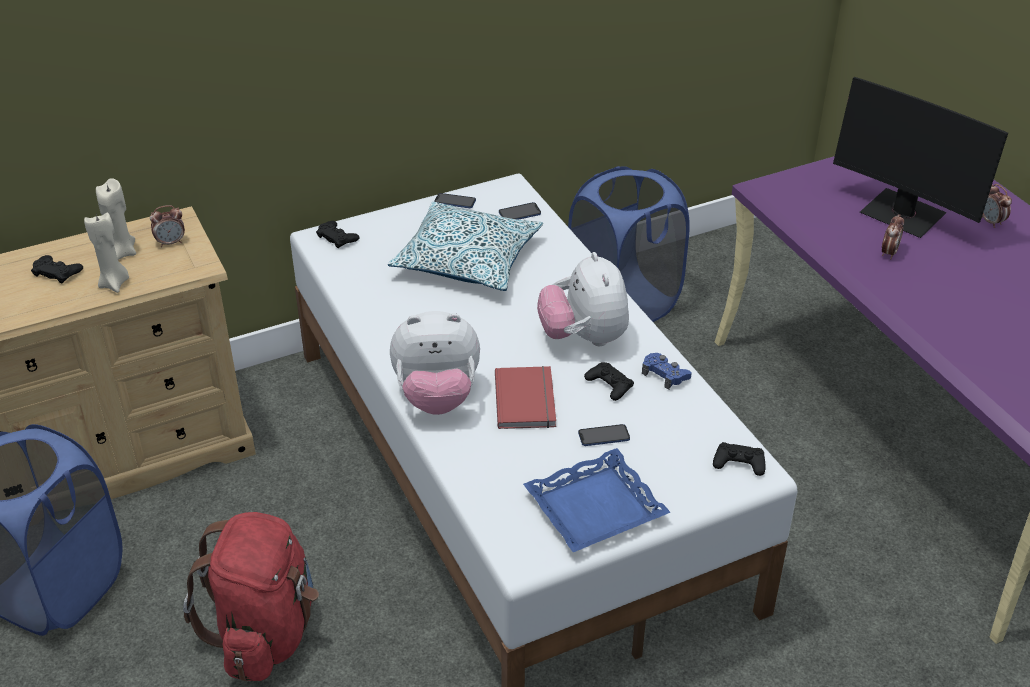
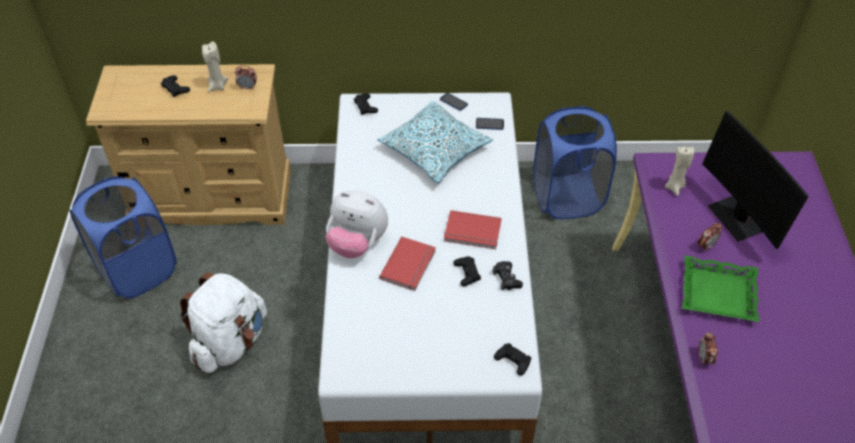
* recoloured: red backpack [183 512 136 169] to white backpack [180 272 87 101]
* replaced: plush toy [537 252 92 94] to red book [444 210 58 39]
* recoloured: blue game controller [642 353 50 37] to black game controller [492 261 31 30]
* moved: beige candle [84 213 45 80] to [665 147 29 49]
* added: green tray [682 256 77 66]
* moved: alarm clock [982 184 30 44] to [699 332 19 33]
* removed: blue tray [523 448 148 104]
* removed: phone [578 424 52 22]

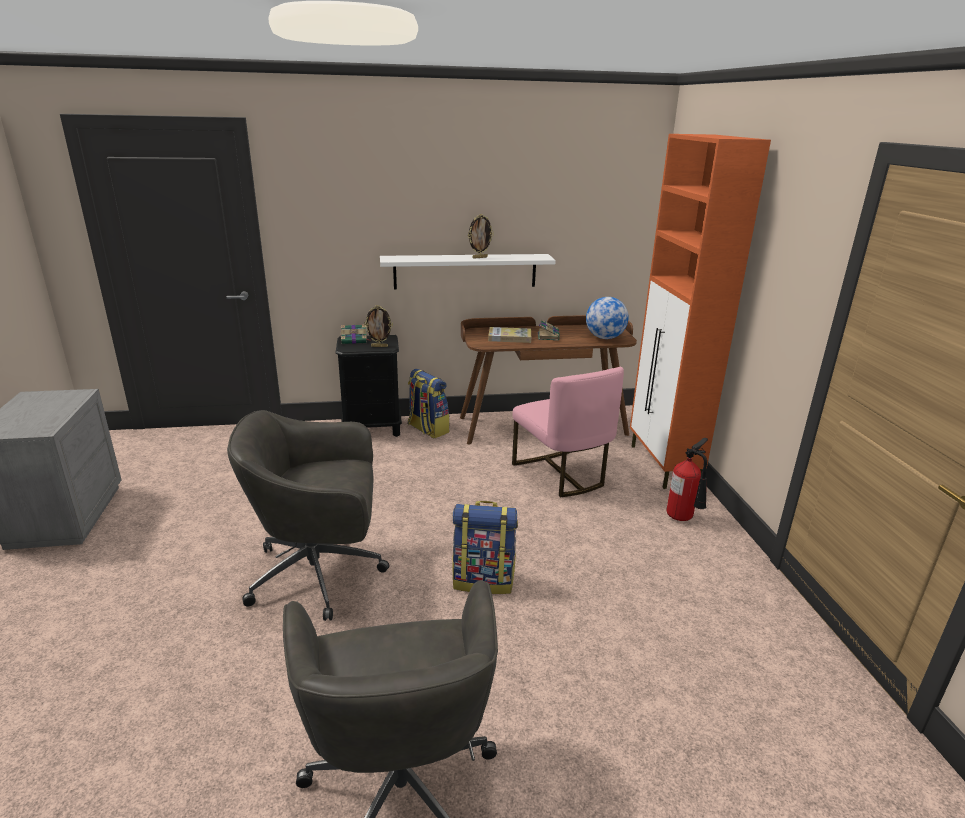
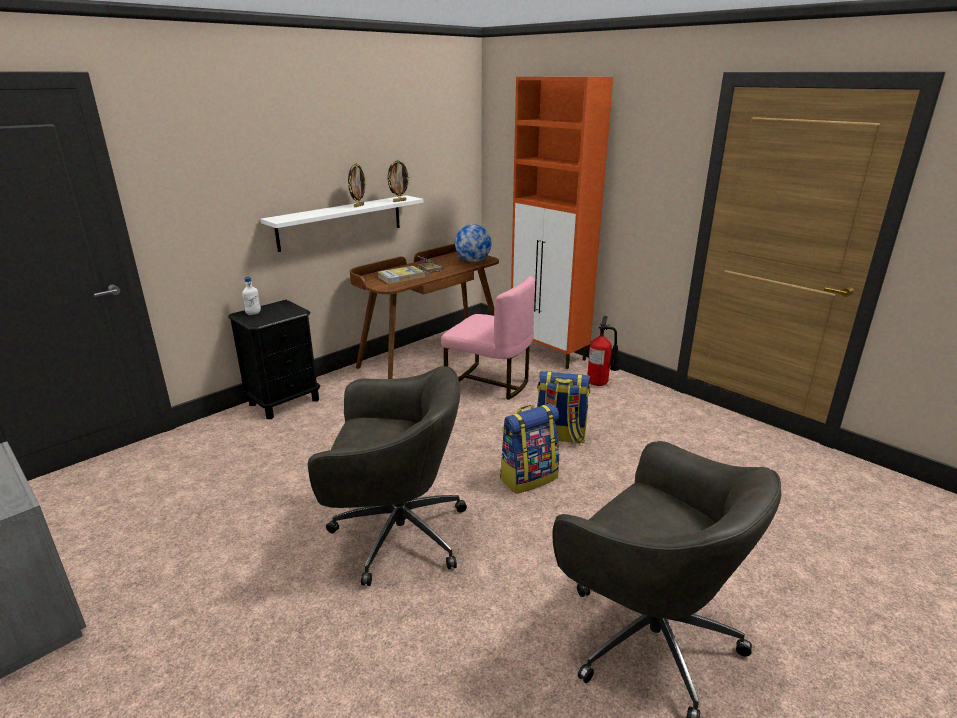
* replaced: book [341 324 31 20] to white bottle [242 277 19 38]
* turned: grey office chair [227 410 163 211] = [308 366 159 220] 135 degrees counterclockwise
* moved: picture frame [364 305 29 42] to [387 159 23 43]
* moved: backpack [408 369 41 70] to [537 371 53 73]

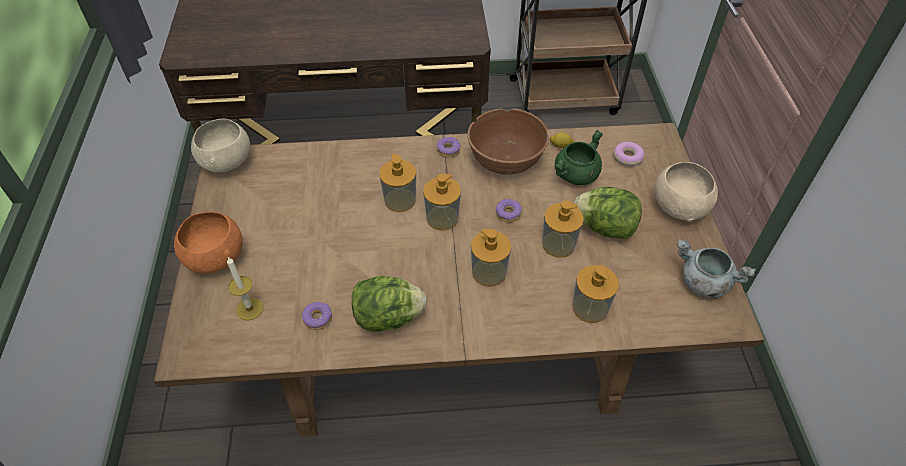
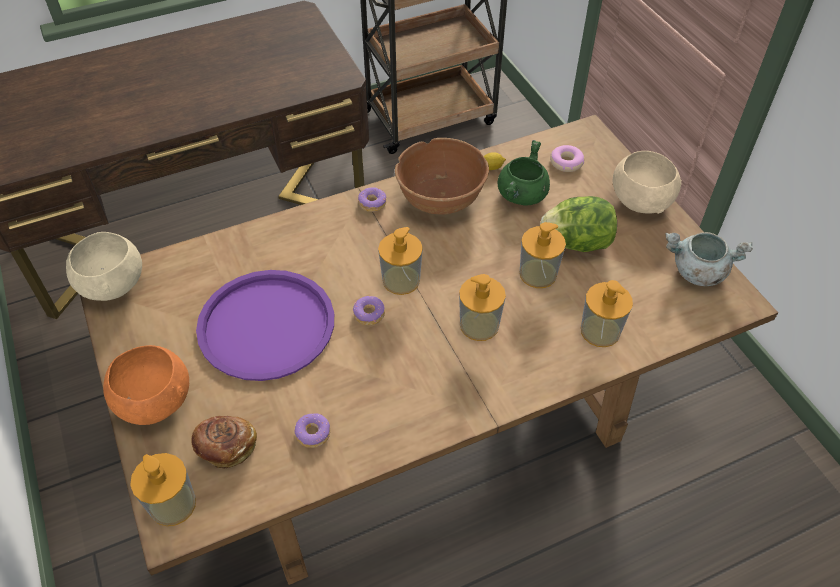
* moved: soap dispenser [379 153 37 59] to [130 453 66 73]
* replaced: candle [227 257 36 63] to bread [192 416 65 53]
* added: purple tray [196 270 138 111]
* moved: donut [496 199 26 24] to [353 296 32 29]
* removed: lettuce [352 276 75 56]

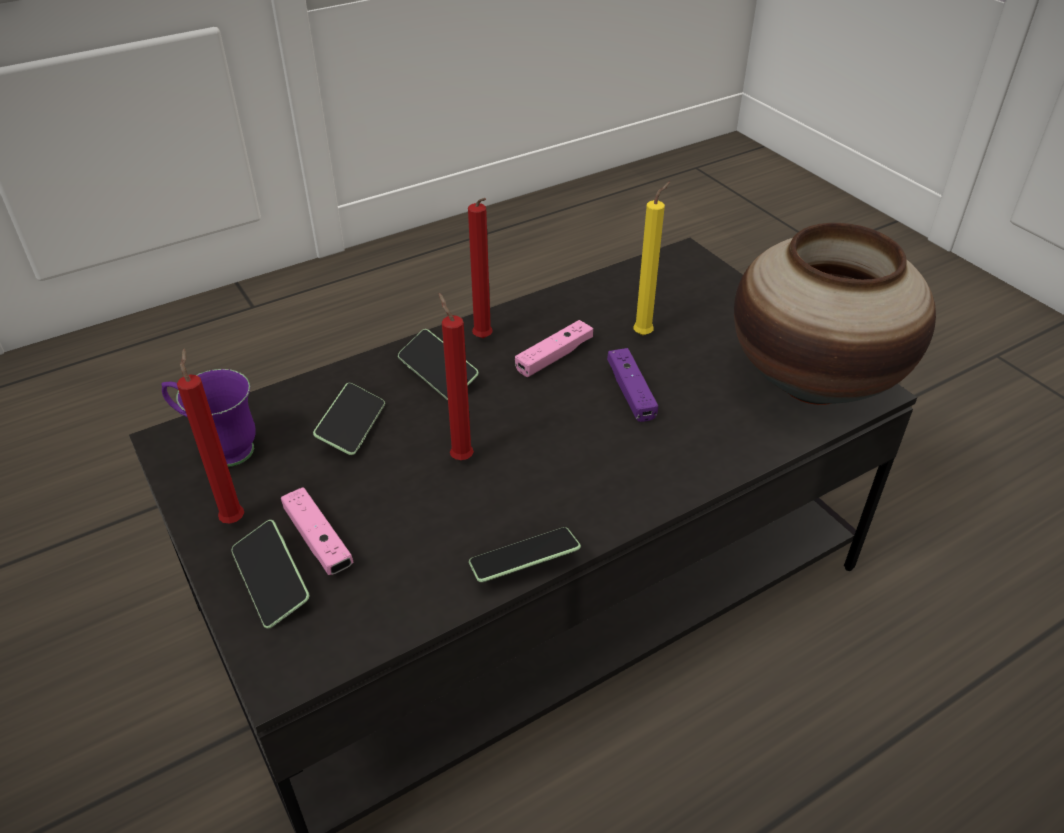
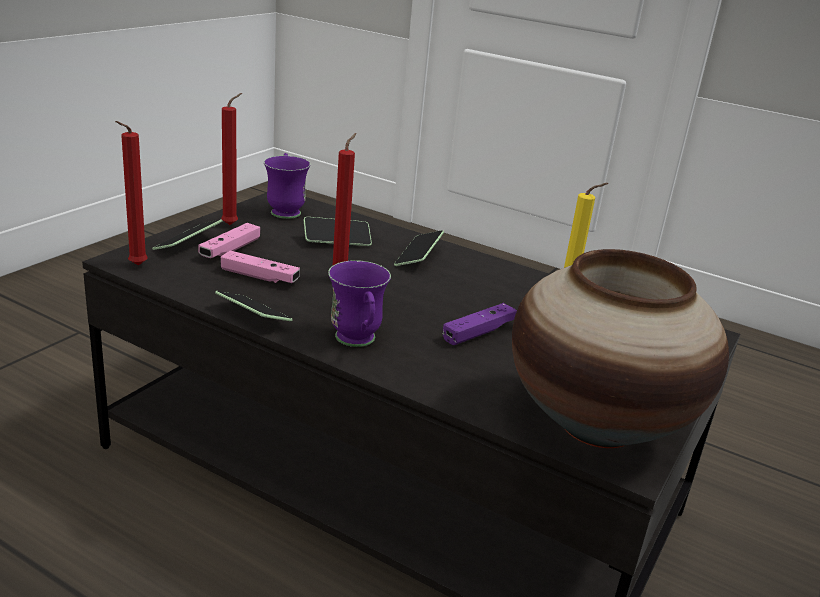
* moved: red candle [468 198 25 140] to [115 121 33 145]
* moved: pink game controller [515 320 78 57] to [221 251 79 32]
* added: purple mug [328 260 63 87]

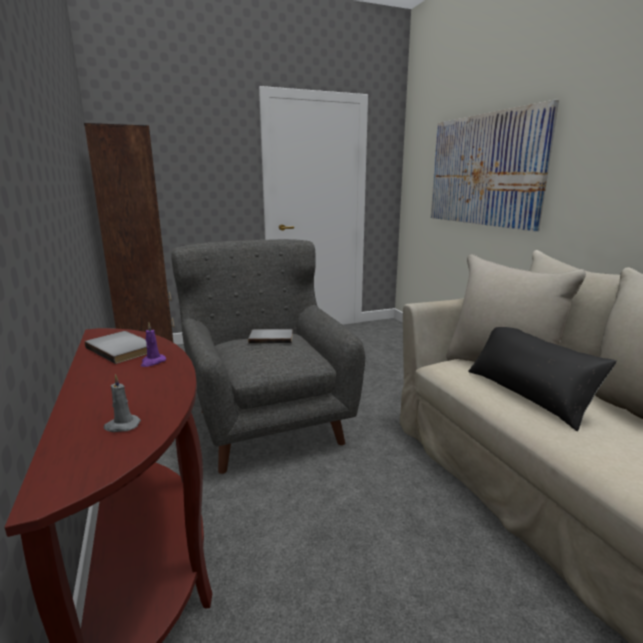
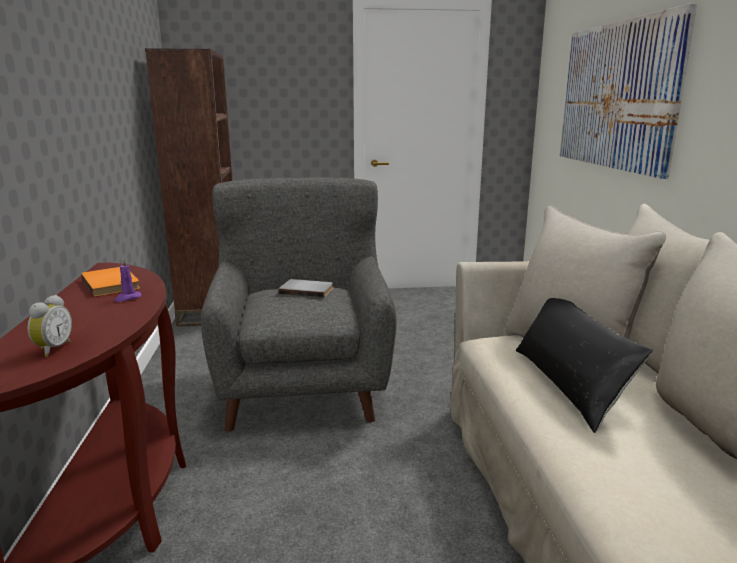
* replaced: grey candle [104 374 37 58] to alarm clock [28 295 44 62]
* recoloured: grey book [85 331 62 33] to orange book [81 267 59 30]

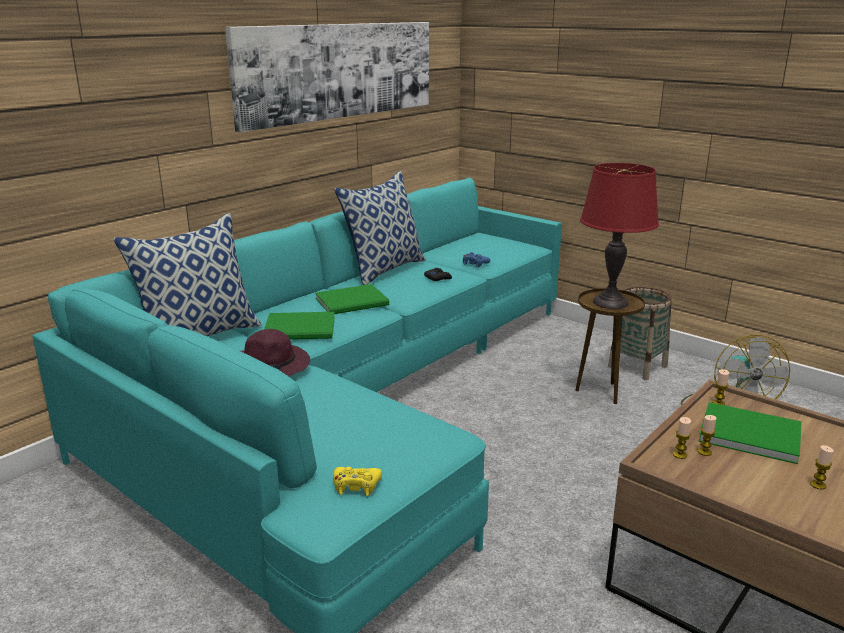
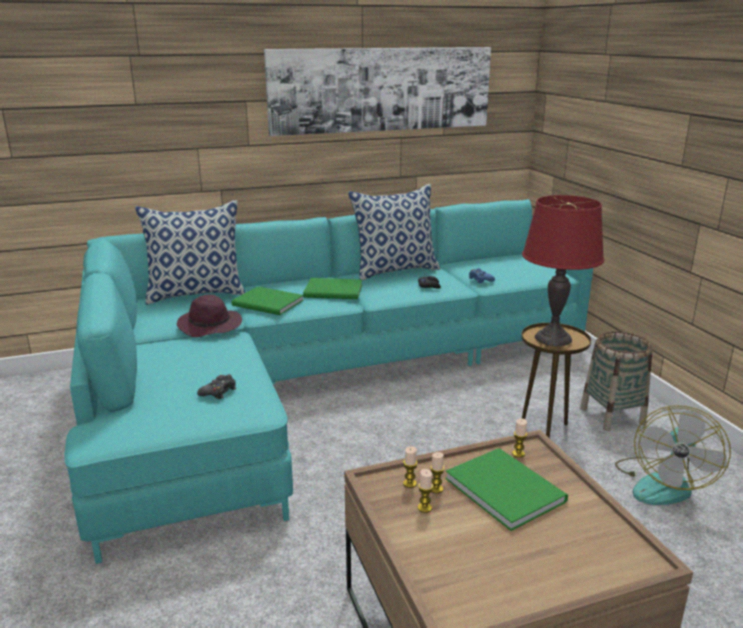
* added: black game controller [197 374 39 25]
* moved: candle [810 445 24 44] to [418 469 15 44]
* removed: yellow game controller [333 467 49 29]

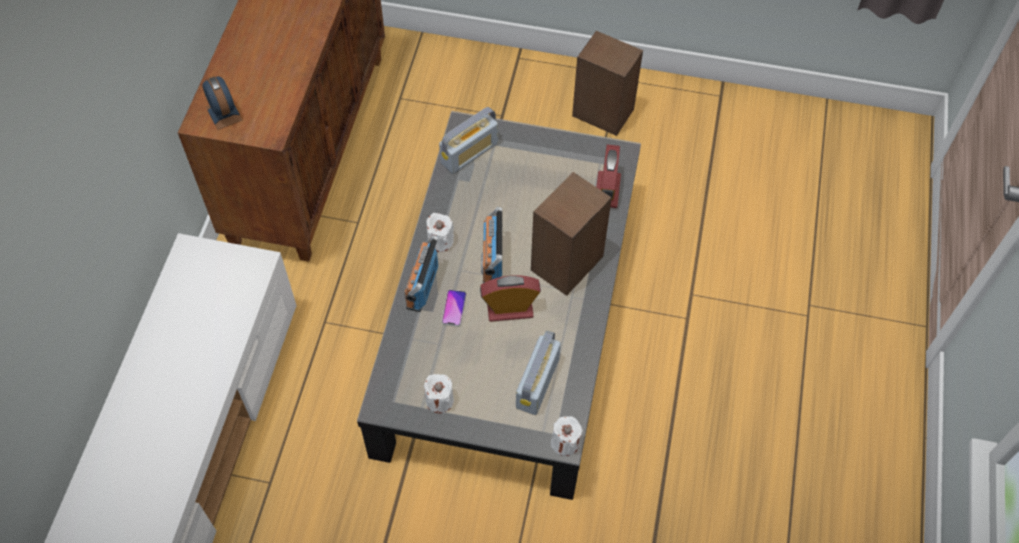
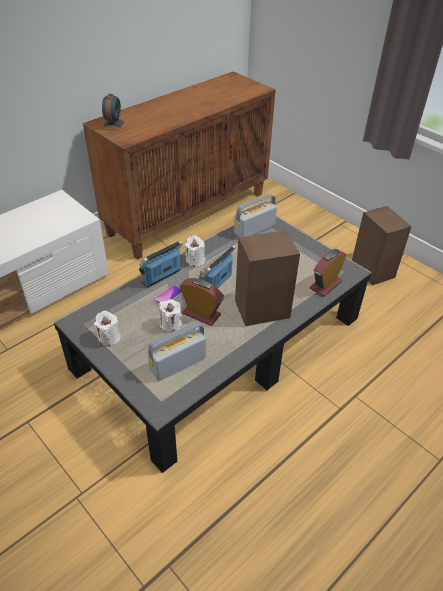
* moved: white candle [551 416 32 40] to [160 299 22 34]
* turned: radio [439 107 59 67] = [234 194 43 43] 150 degrees clockwise

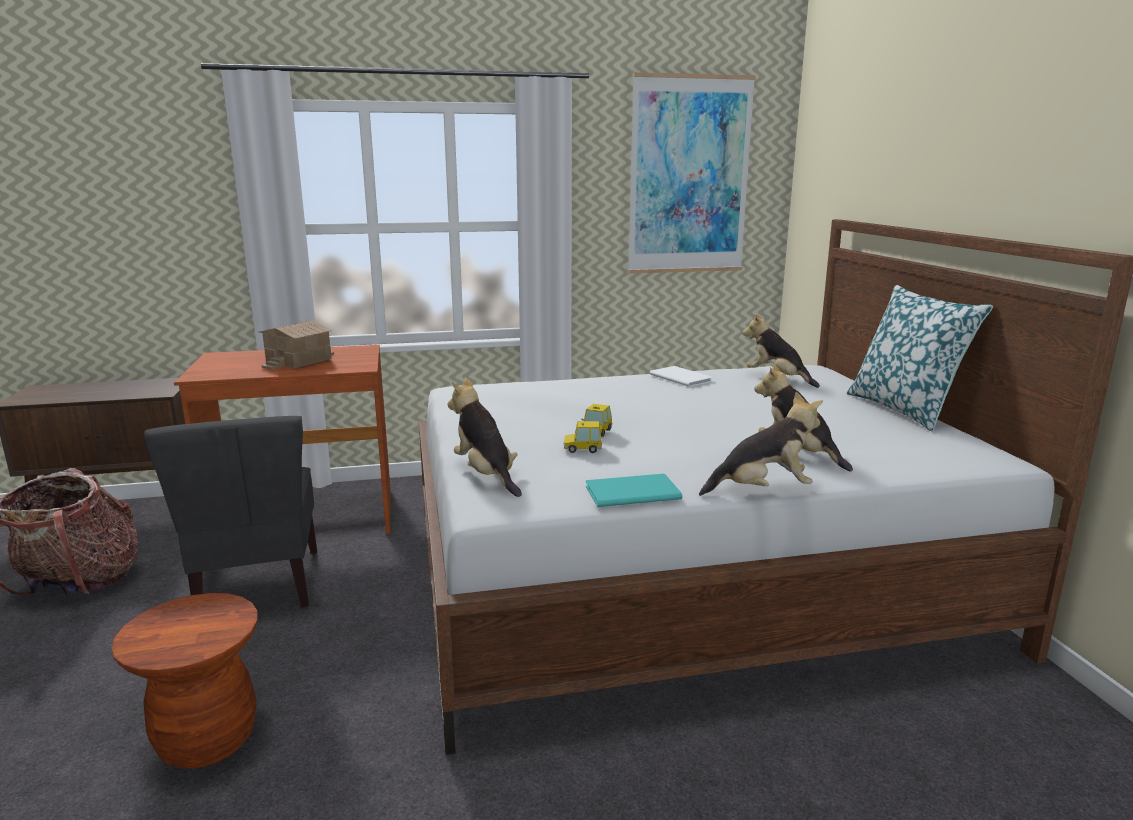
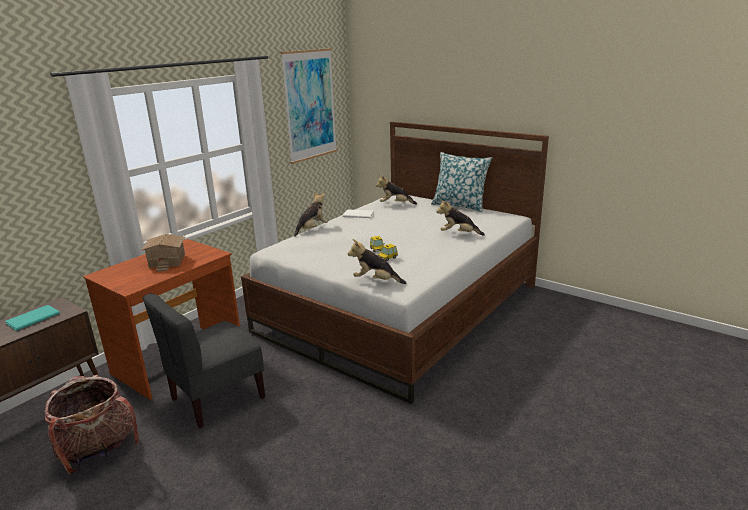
* moved: turquoise book [586 474 96 33] to [5 305 55 26]
* turned: grey chair [144 416 173 192] = [143 293 122 135] 105 degrees clockwise
* moved: plush toy [699 392 124 104] to [294 192 34 44]
* removed: brown stool [111 593 147 176]

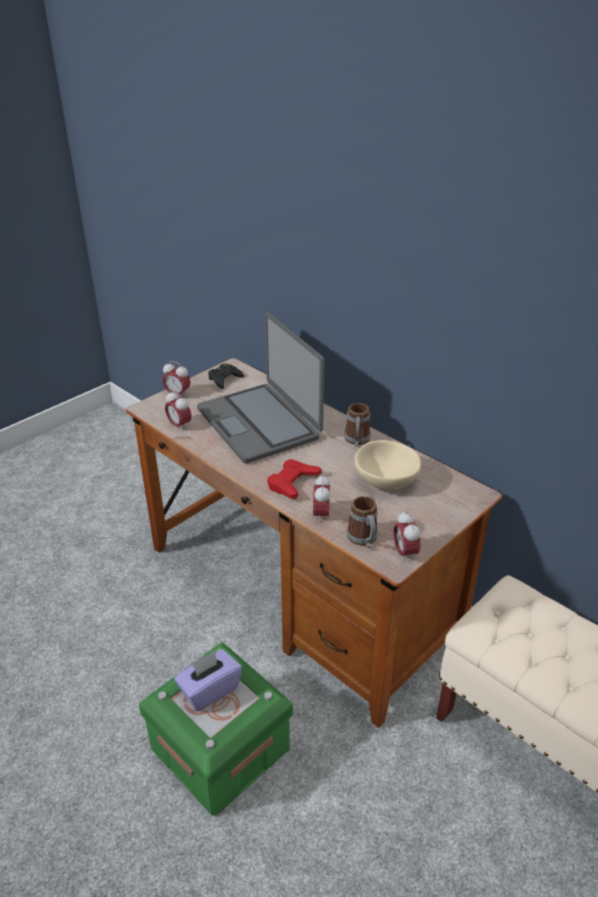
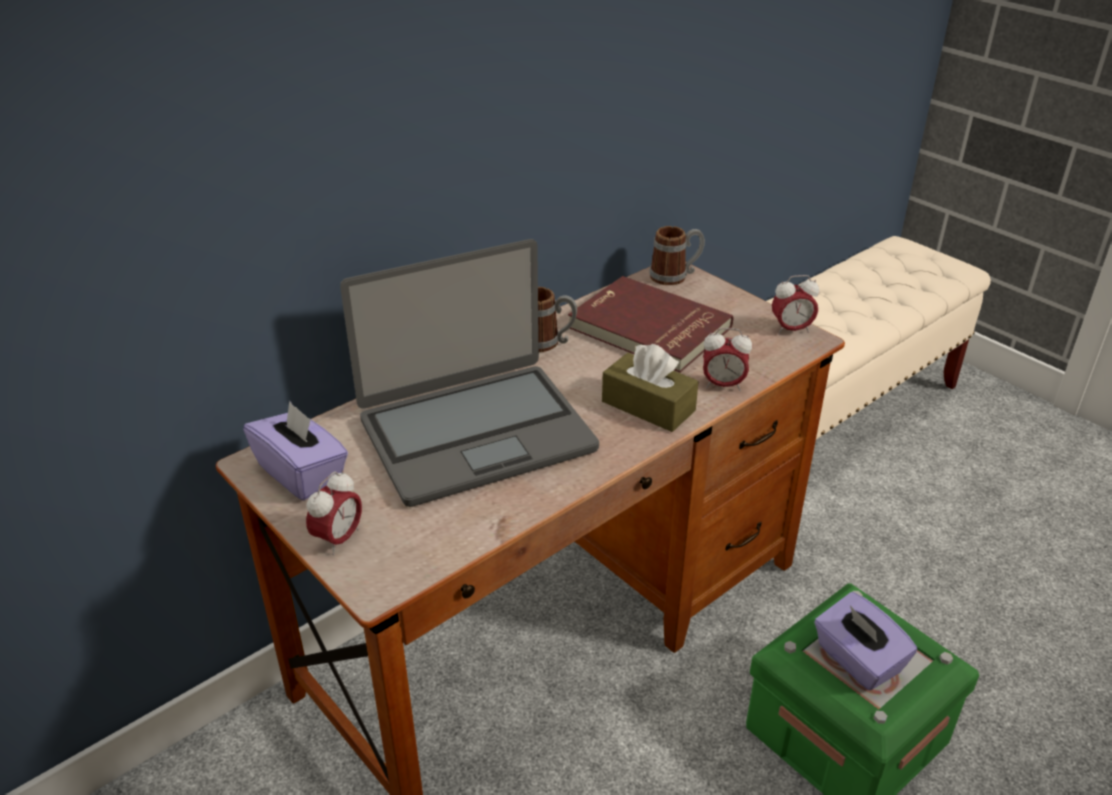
* replaced: black game controller [208 364 36 25] to purple tissue box [243 401 105 99]
* replaced: beige bowl [355 440 67 50] to red book [568 276 165 97]
* replaced: red game controller [268 459 53 40] to brown tissue box [602 344 97 88]
* moved: mug [346 496 32 52] to [649 226 56 59]
* removed: alarm clock [165 390 26 42]

